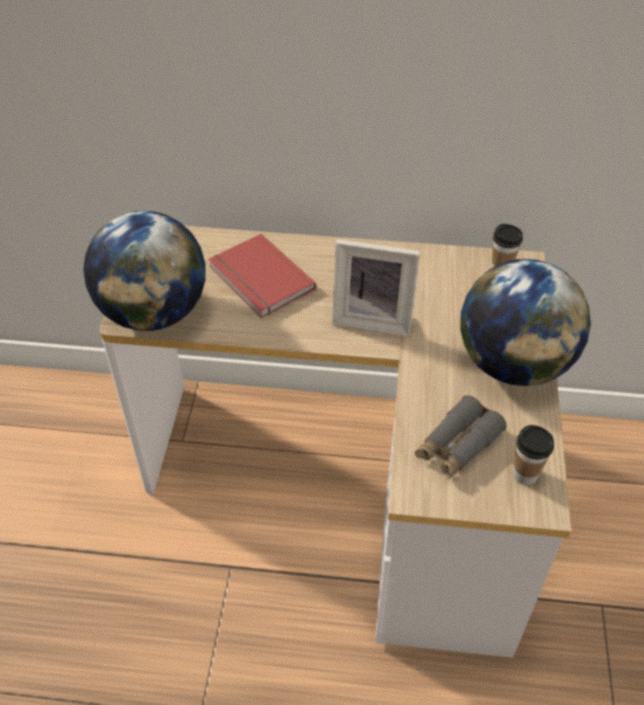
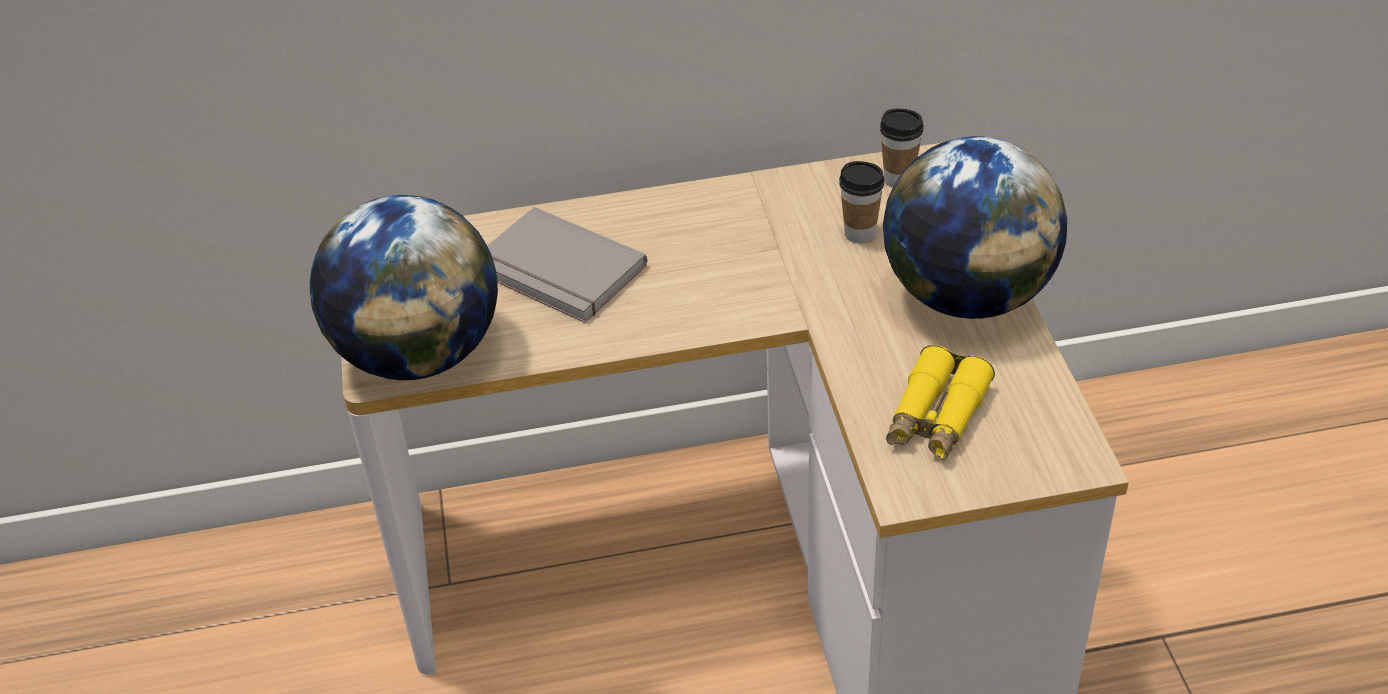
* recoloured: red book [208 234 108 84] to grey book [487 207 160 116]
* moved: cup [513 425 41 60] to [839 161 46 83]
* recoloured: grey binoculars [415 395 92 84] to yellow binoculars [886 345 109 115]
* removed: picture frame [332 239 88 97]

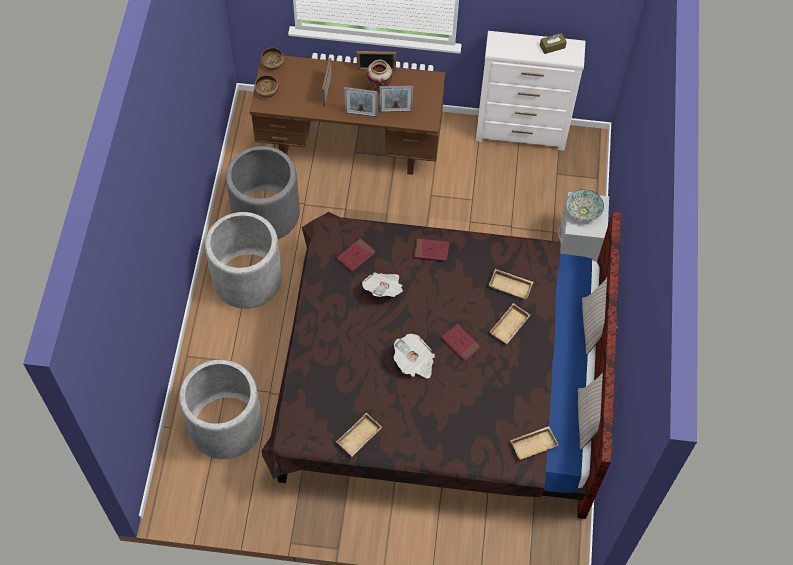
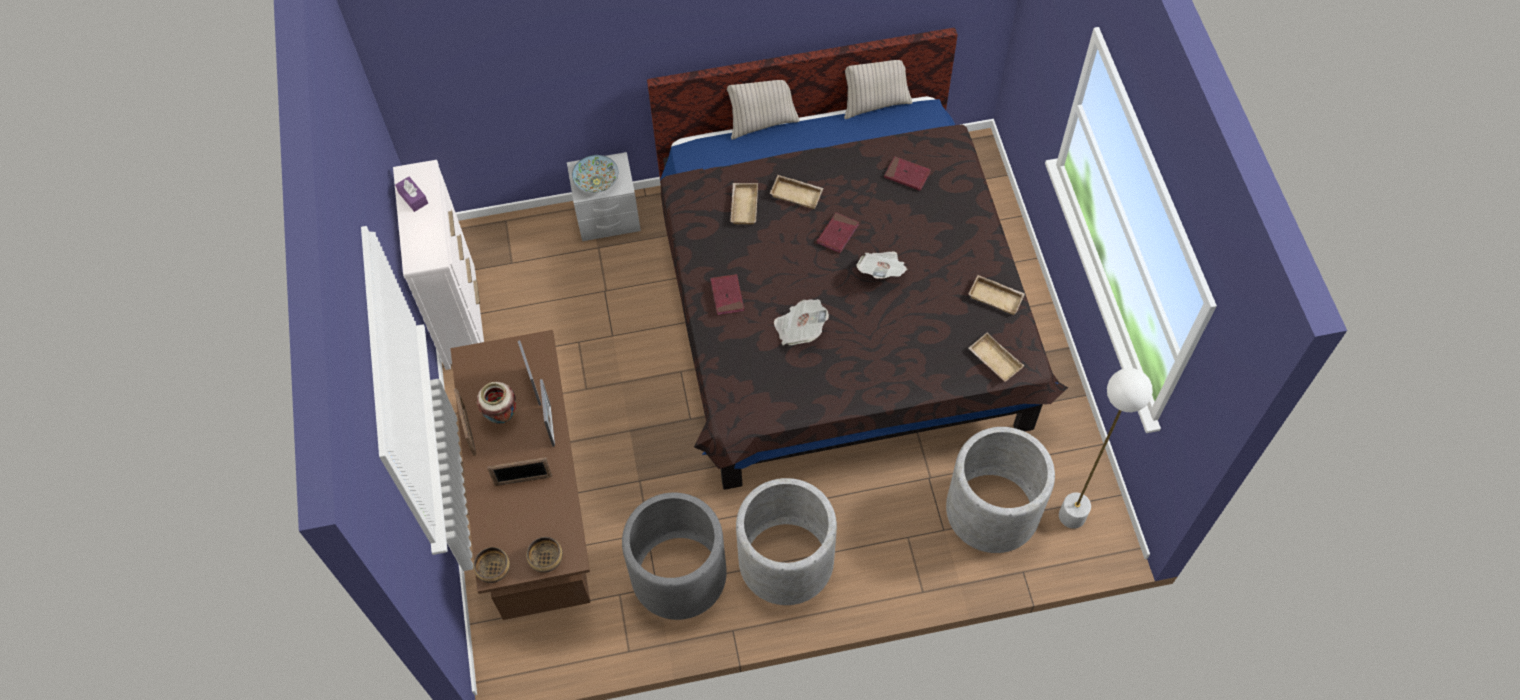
* recoloured: brown tissue box [540 33 27 21] to purple tissue box [395 177 33 35]
* moved: red book [337 238 38 34] to [884 157 47 34]
* moved: beige tray [510 426 49 34] to [968 332 56 50]
* added: white floor lamp [1059 368 94 161]

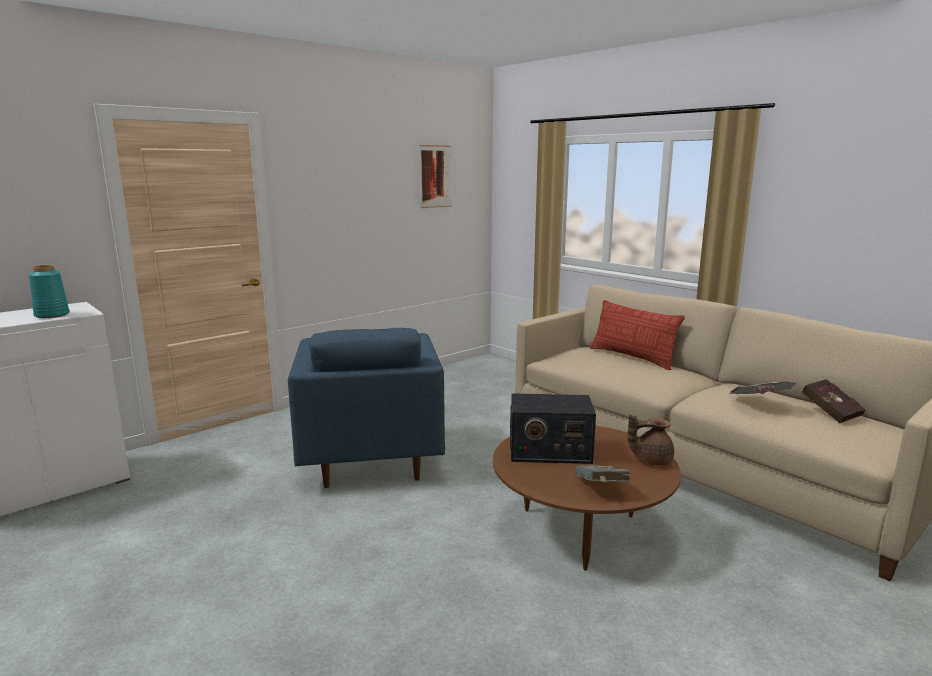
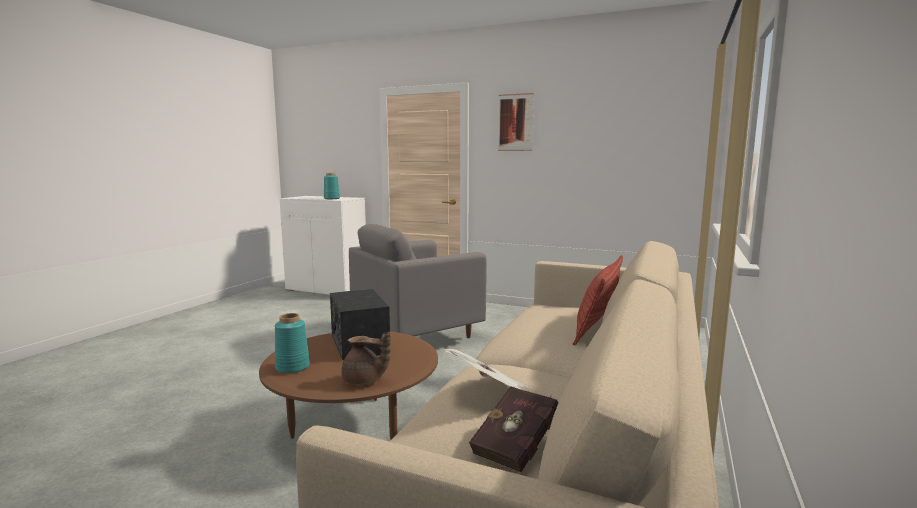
* replaced: grey book [576 466 54 17] to turquoise vase [275 313 35 60]
* turned: brown teapot [627 414 47 51] = [341 331 50 54] 135 degrees clockwise
* recoloured: blue armchair [288 328 157 160] to grey armchair [349 224 138 114]
* moved: picture [419 145 33 63] to [498 93 36 58]

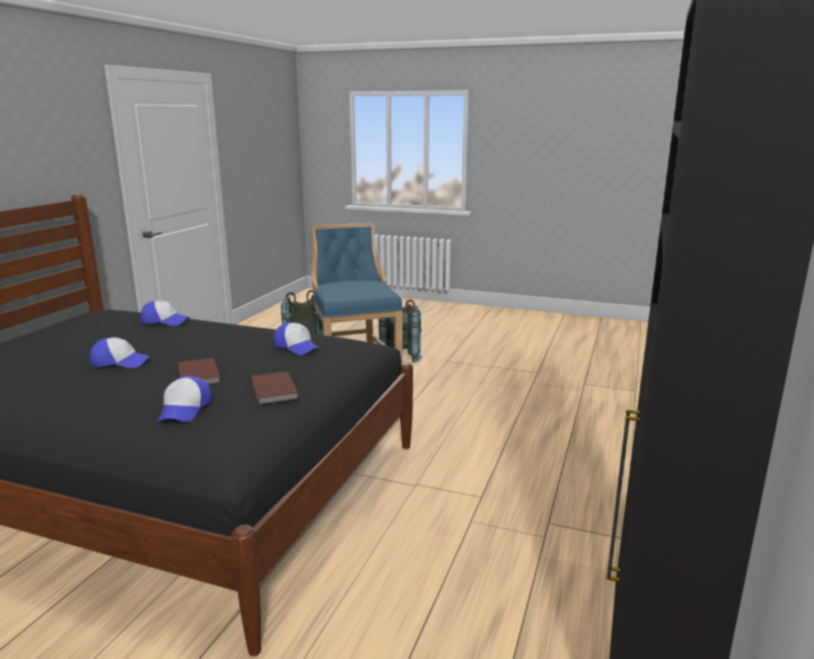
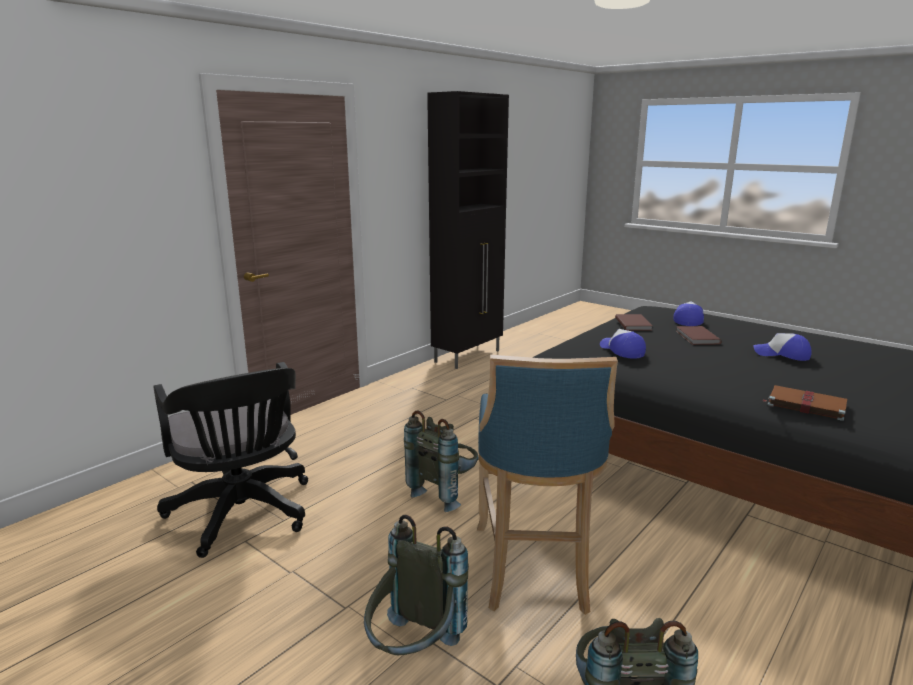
* added: black office chair [153 362 155 196]
* added: grey backpack [404 410 75 102]
* replaced: cap [140 300 50 26] to brown book [764 385 83 36]

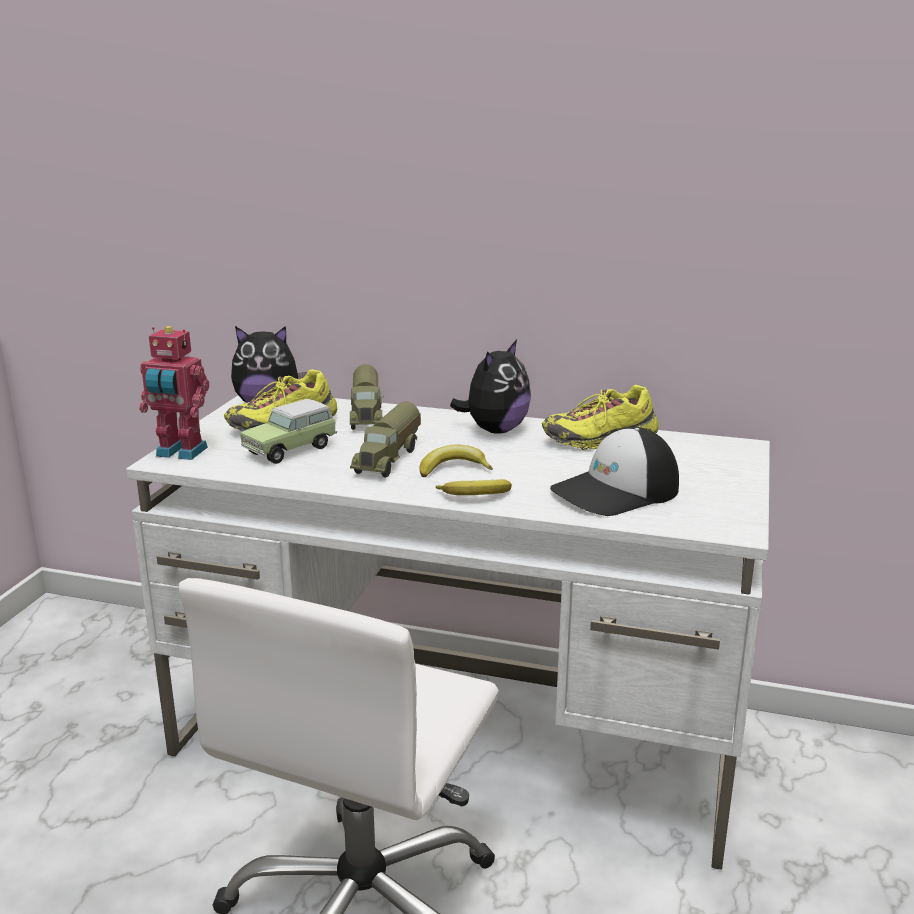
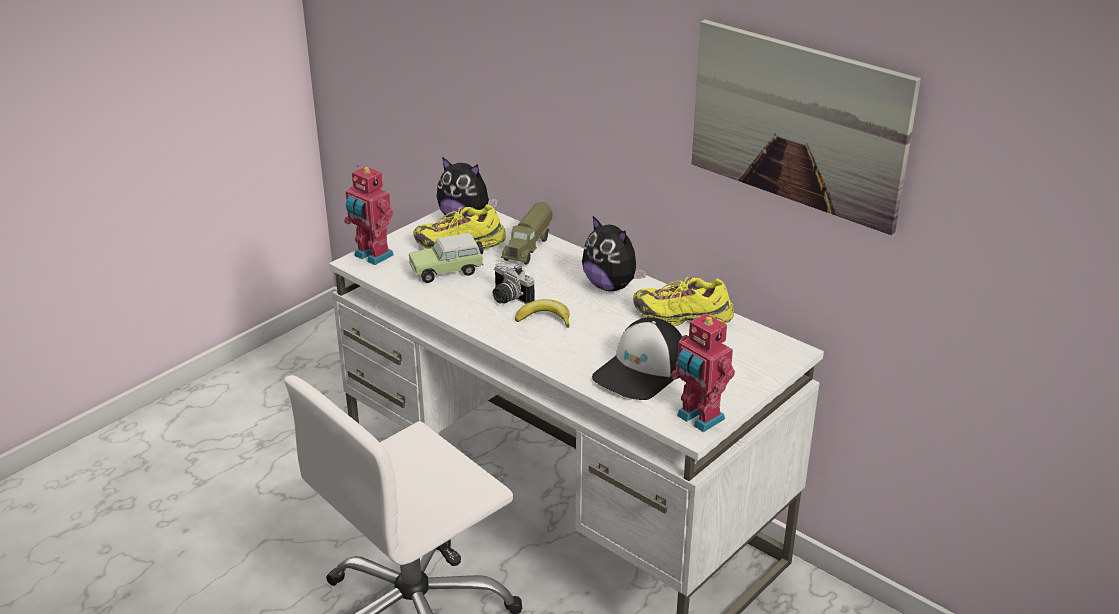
* replaced: toy truck [350 401 71 76] to photo camera [492 263 43 41]
* turned: plush toy [450 340 81 94] = [582 216 65 75] 75 degrees clockwise
* turned: cap [550 426 129 90] = [592 317 90 83] 45 degrees counterclockwise
* added: toy robot [671 313 64 119]
* added: picture [692 19 229 216]
* removed: banana [435 479 77 16]

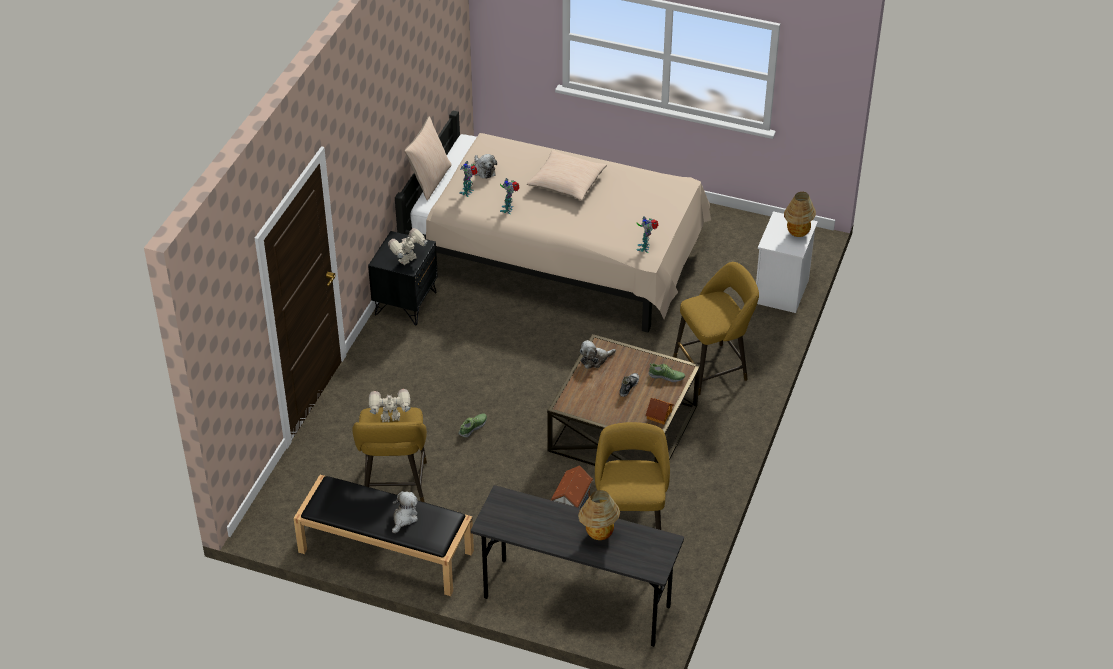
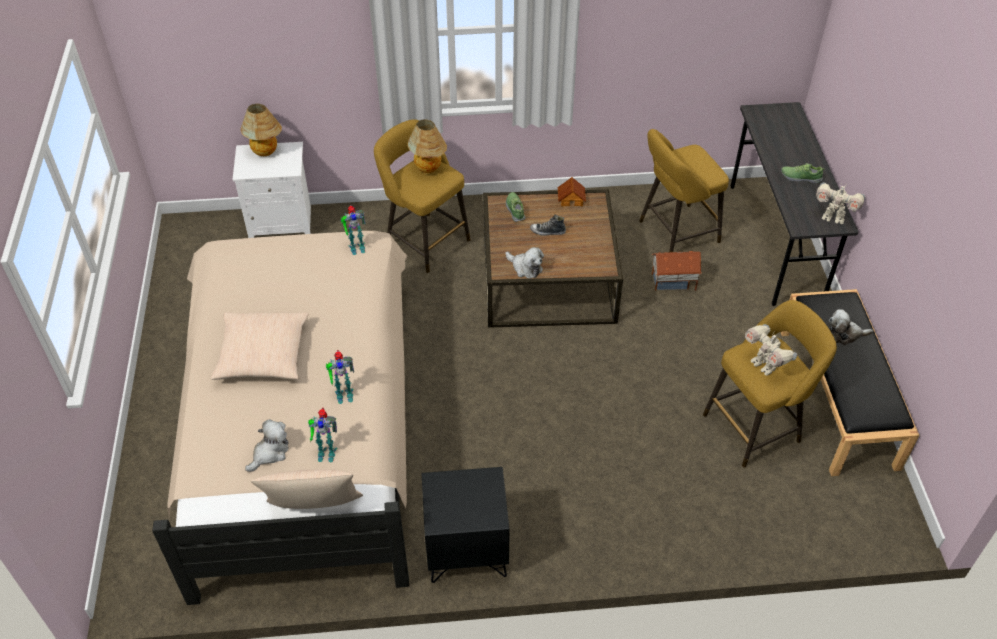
* moved: table lamp [578 490 42 50] to [407 119 40 54]
* moved: shoe [459 413 28 24] to [781 163 44 21]
* moved: toy robot [388 228 40 37] to [816 183 49 41]

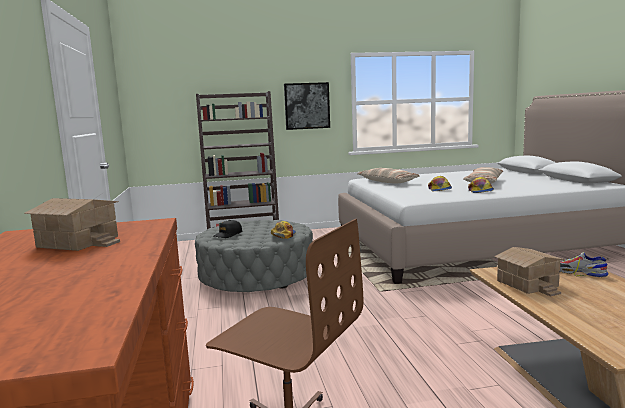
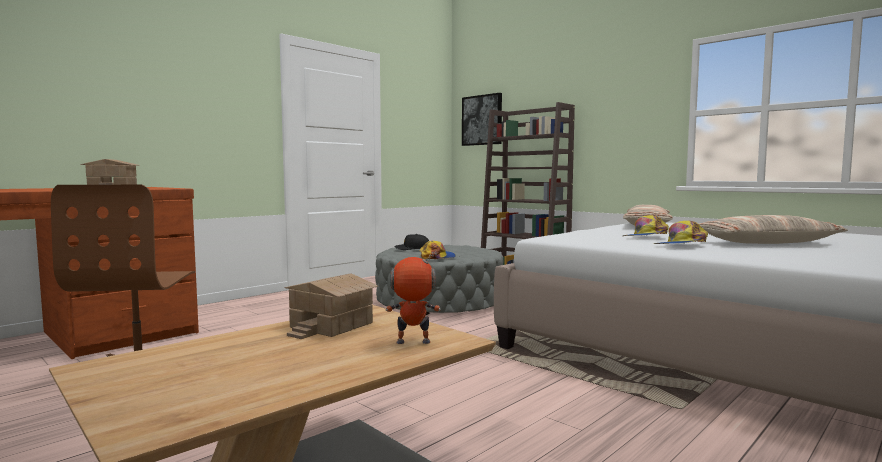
* replaced: shoe [560 252 48 25] to toy robot [386 251 55 93]
* moved: picture [284 82 46 48] to [462 93 40 53]

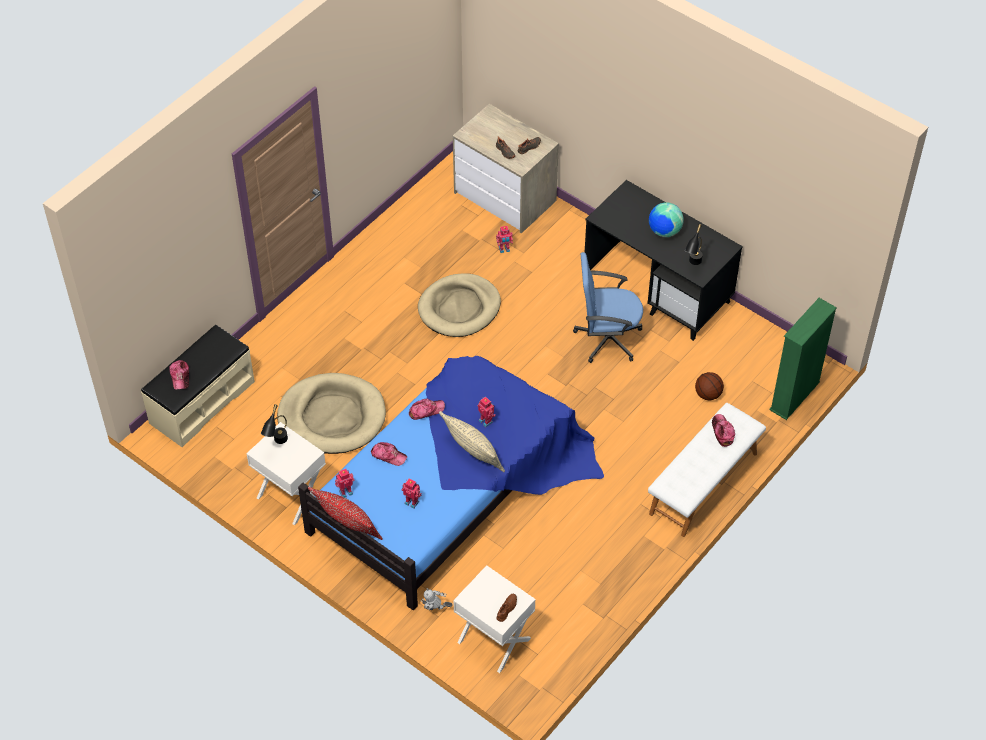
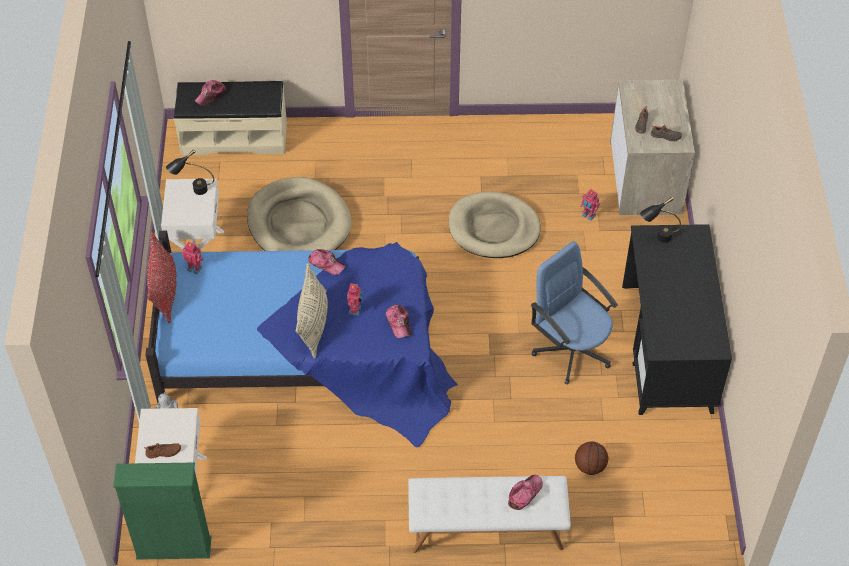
* moved: green bookcase [769 298 68 122] to [113 463 98 97]
* moved: cap [371 442 36 24] to [386 305 26 33]
* moved: black table lamp [685 224 18 41] to [640 197 41 46]
* removed: toy robot [402 479 20 29]
* removed: globe [649 202 35 35]

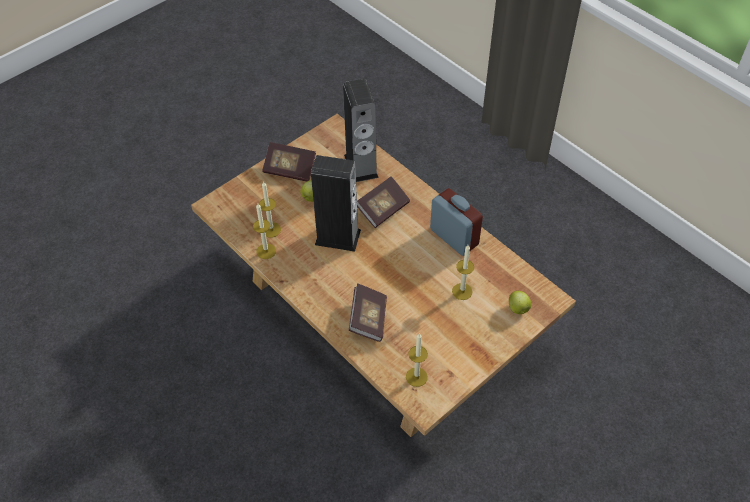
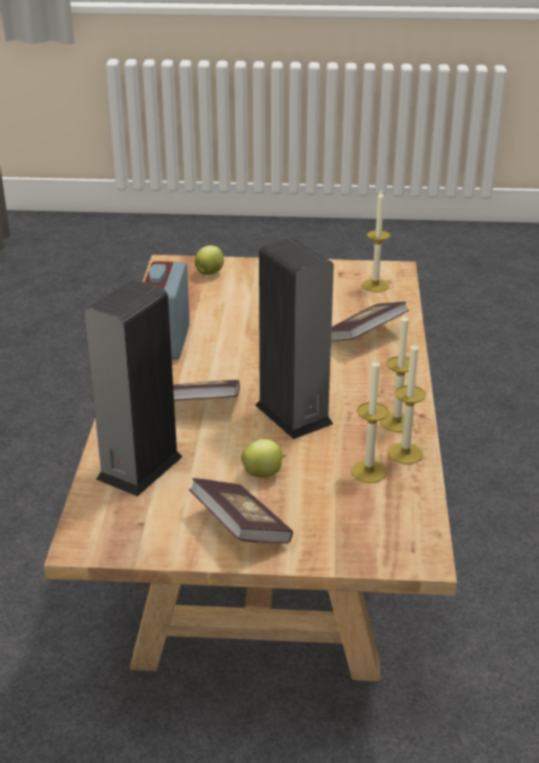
* moved: candle [452 245 22 55] to [380 311 34 121]

